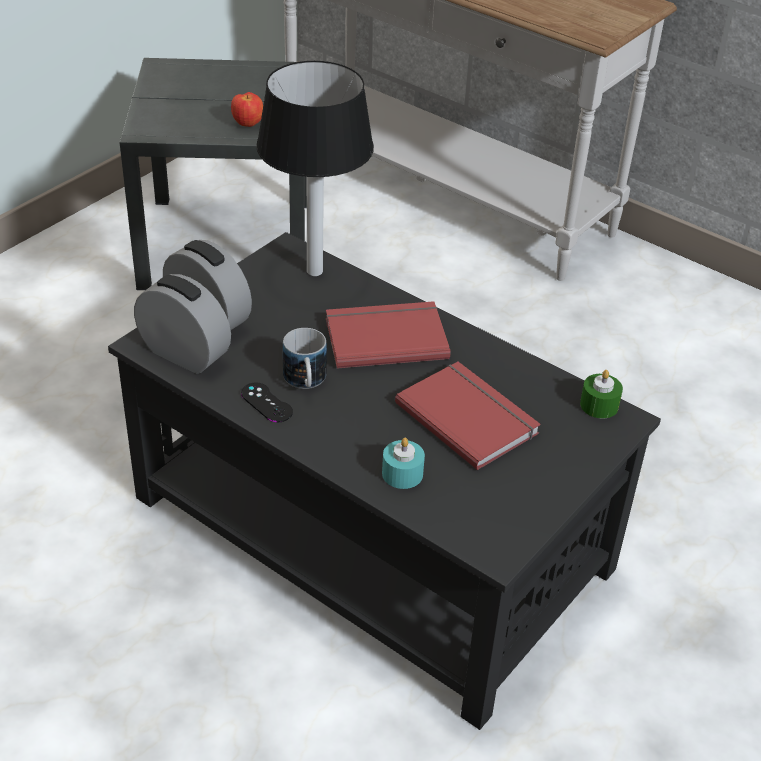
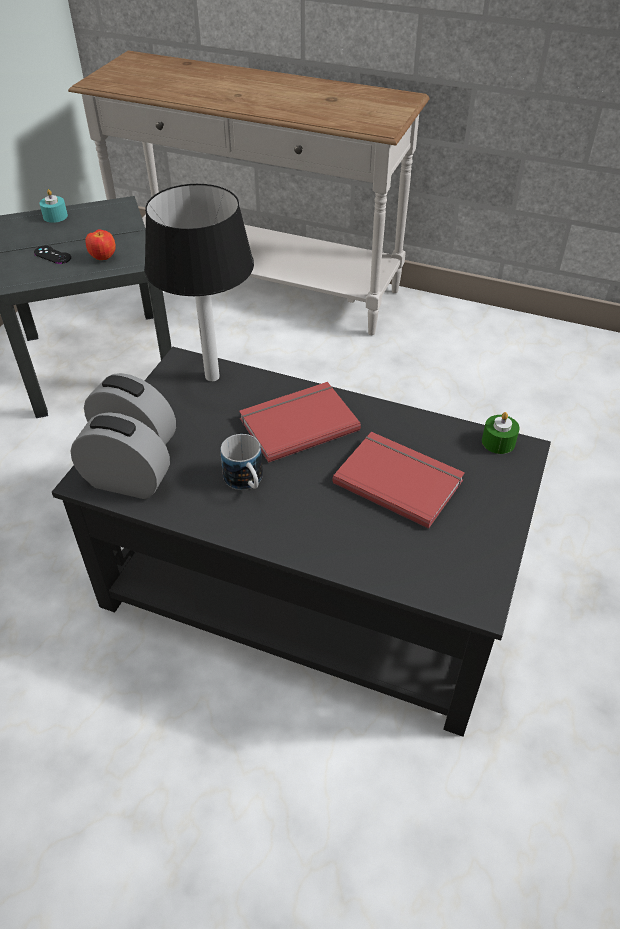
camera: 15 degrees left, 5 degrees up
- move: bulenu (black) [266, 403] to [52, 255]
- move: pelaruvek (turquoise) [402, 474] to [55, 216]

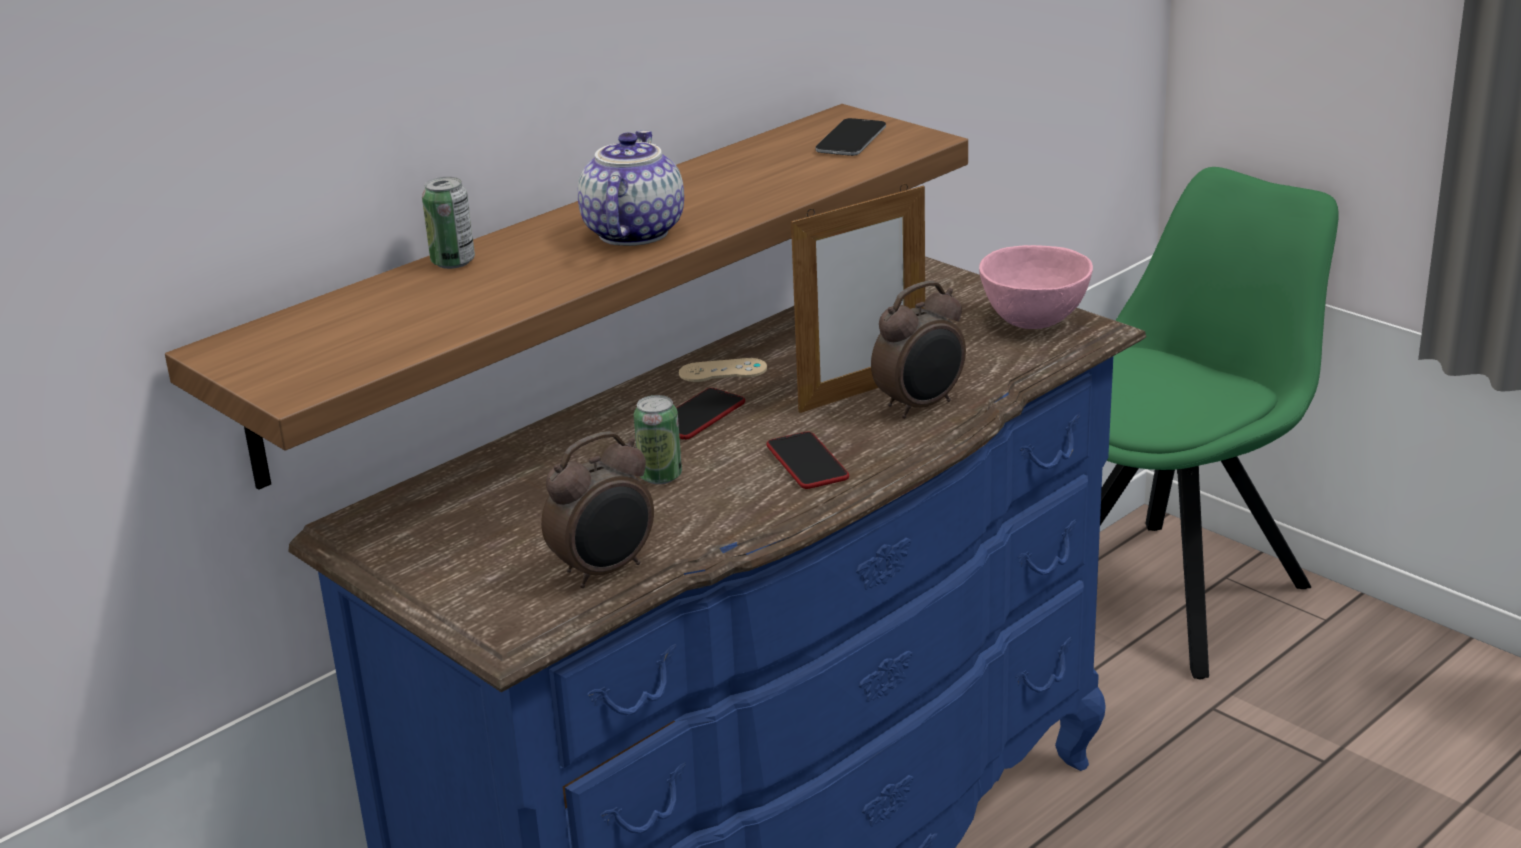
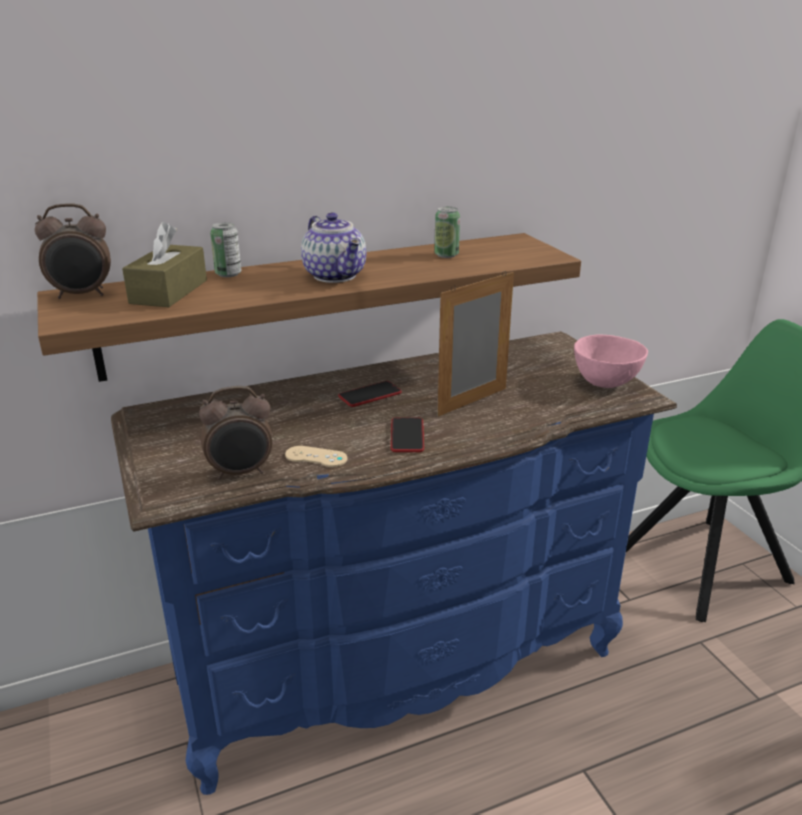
camera: 20 degrees right, 0 degrees up
- delete: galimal [851, 140]
- insert: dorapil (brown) [169, 292]
- move: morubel [660, 476] to [446, 255]
- move: bulenu (beige) [723, 371] to [316, 457]
- move: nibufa [921, 406] to [82, 295]
- rotate: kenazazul [631, 232] = [336, 276] 120 degrees clockwise
- rotate: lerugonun [862, 391] = [472, 402] 150 degrees clockwise

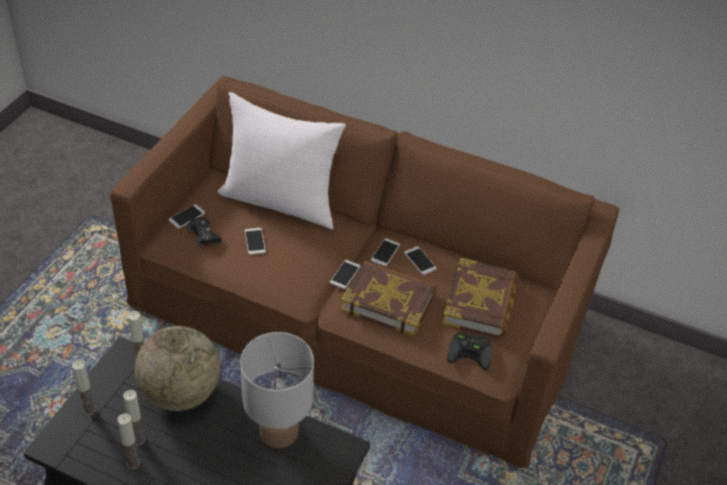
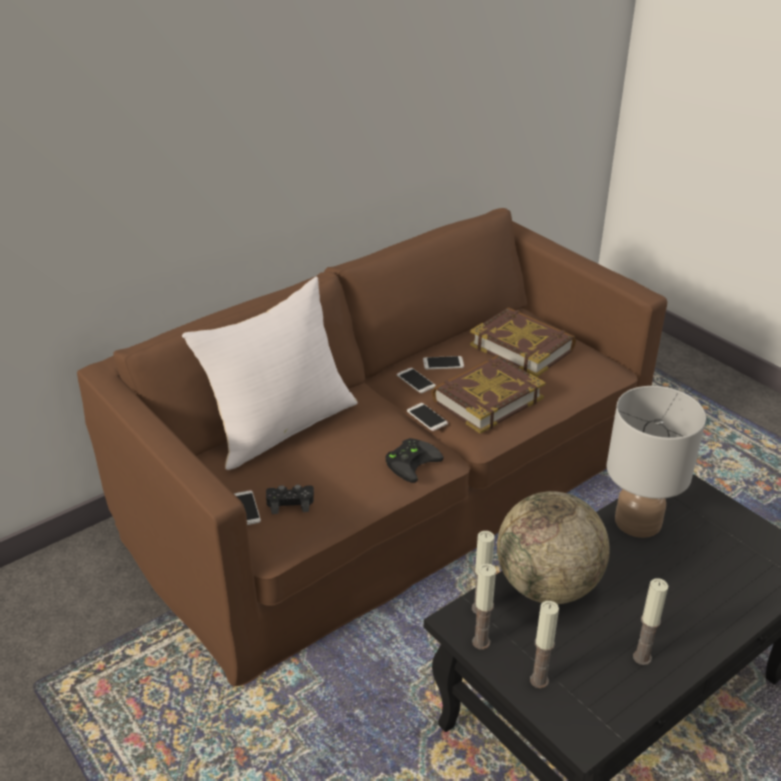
camera: 60 degrees left, 10 degrees down
- delete: galimal [255, 241]
- move: pelaruvek [138, 440] to [481, 642]
- move: bulenu (black) [471, 352] to [411, 461]

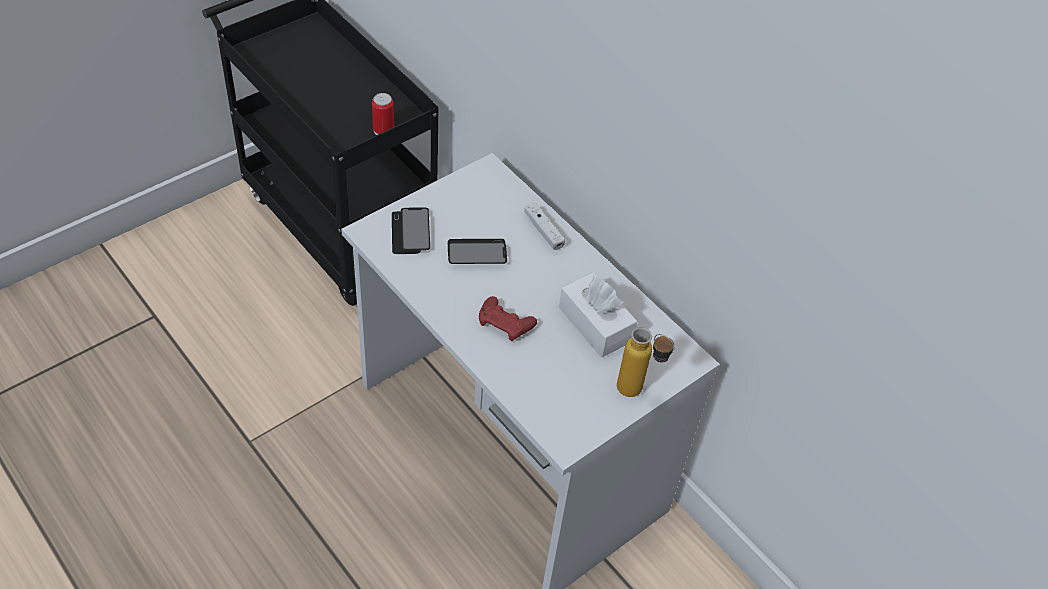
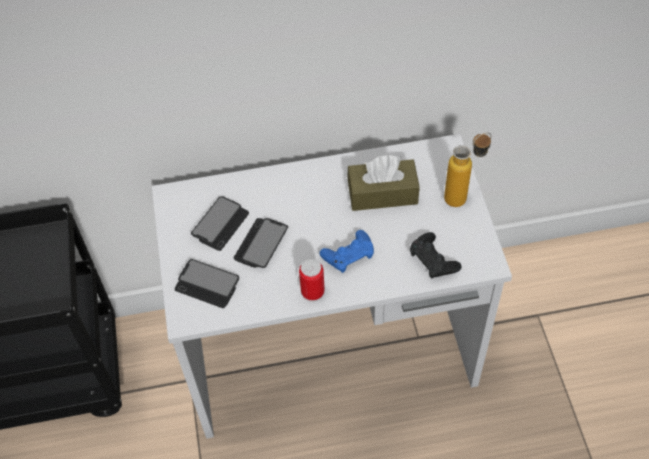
camera: 55 degrees left, 5 degrees up
- delete: bulenu (white) [543, 231]
- insert: galimal [220, 224]
- insert: bulenu (black) [433, 260]
- move: morubel [383, 130] to [312, 292]
- recolor: bulenu (red) [505, 323] to bulenu (blue) [348, 255]
- recolor: dorapil (white) [595, 324] to dorapil (brown) [382, 193]

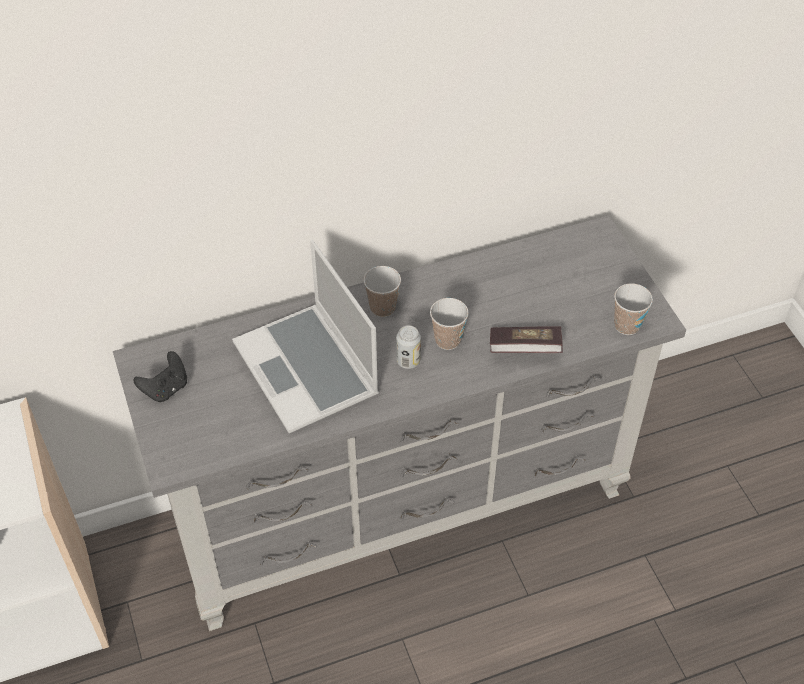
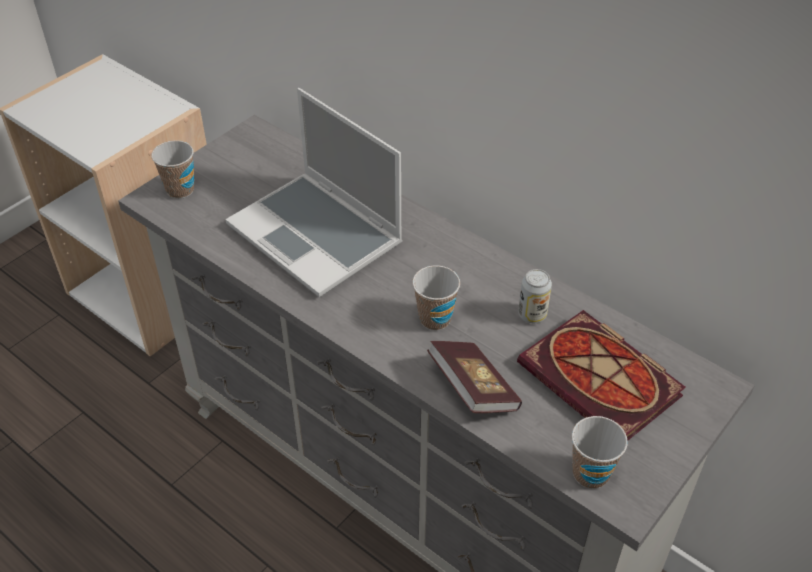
camera: 60 degrees right, 5 degrees down
- delete: bulenu (black) [166, 389]
- insert: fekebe [603, 381]
- move: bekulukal [382, 308] to [180, 190]
- move: morubel [408, 361] to [532, 315]
- rotate: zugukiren [308, 370] = [318, 235] 75 degrees counterclockwise

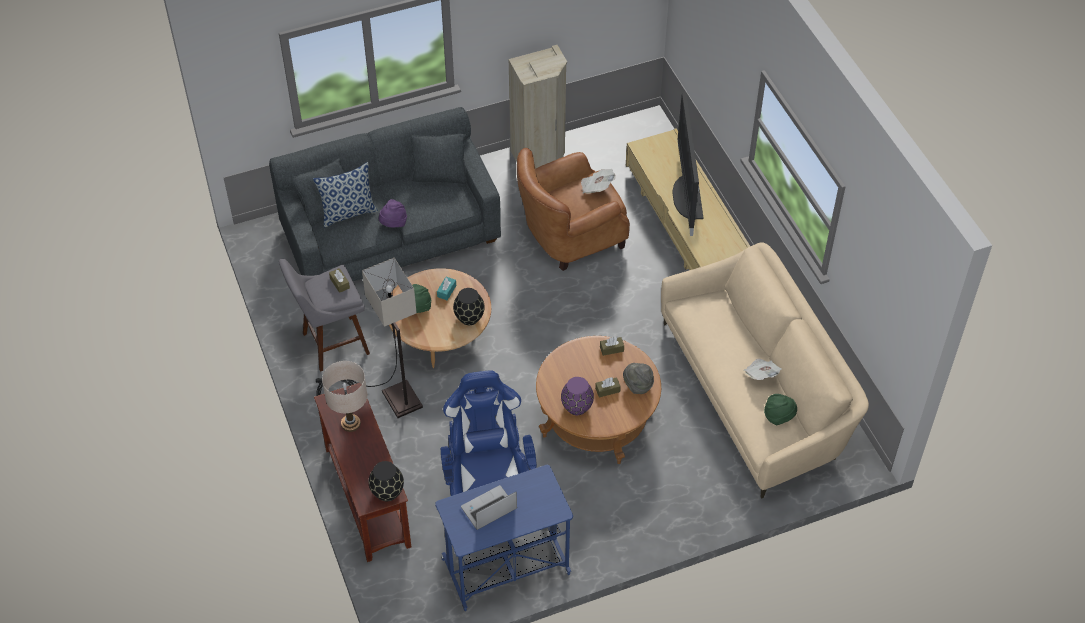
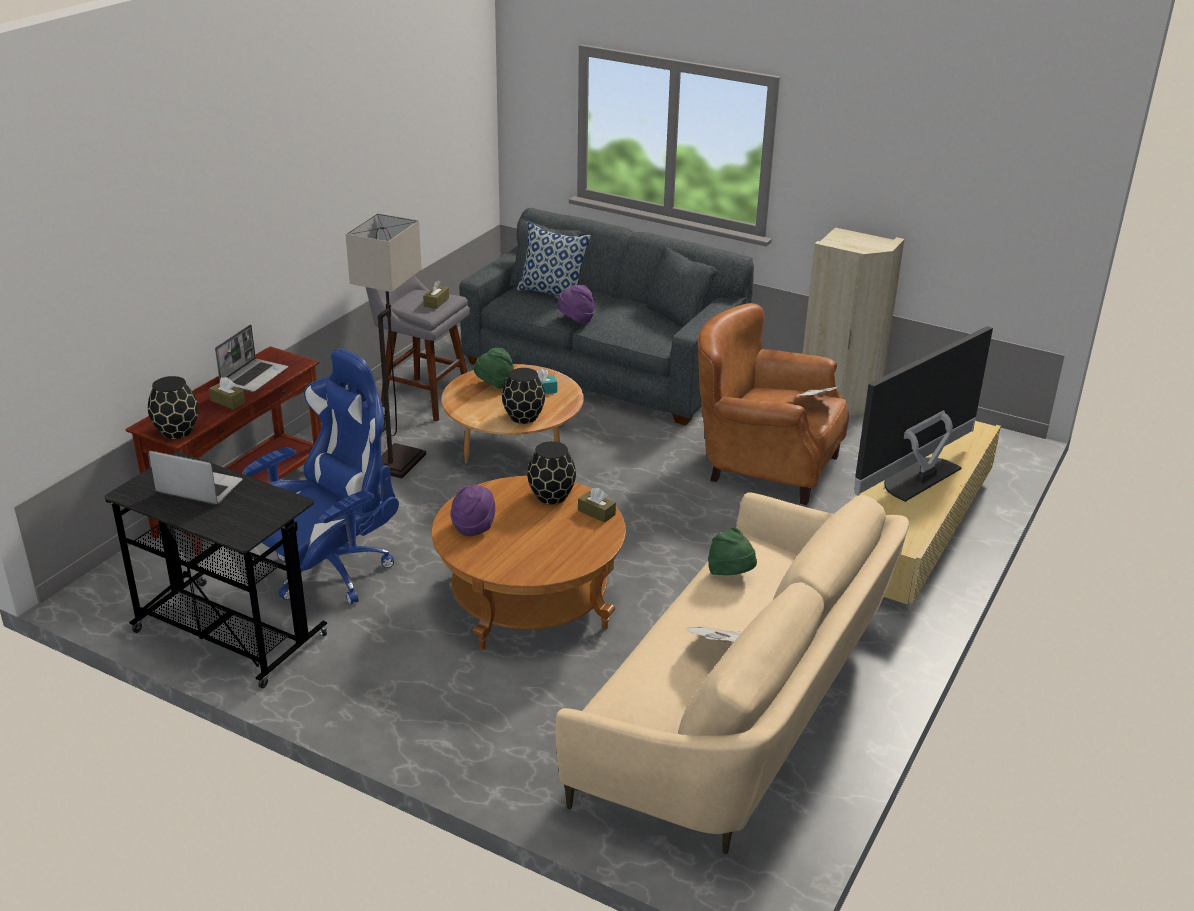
camera: 50 degrees right, 20 degrees down
- delete: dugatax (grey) [638, 385]
- insert: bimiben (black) [550, 496]
- move: dorapil (brown) [607, 390] to [228, 401]
- move: dugatax (green) [778, 416] to [731, 574]
- replace: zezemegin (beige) [350, 423] to zugukiren [254, 376]
- replace: bimiben (purple) [576, 407] to dugatax (purple) [473, 526]
- recolor: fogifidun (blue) [506, 567] to fogifidun (black) [229, 634]

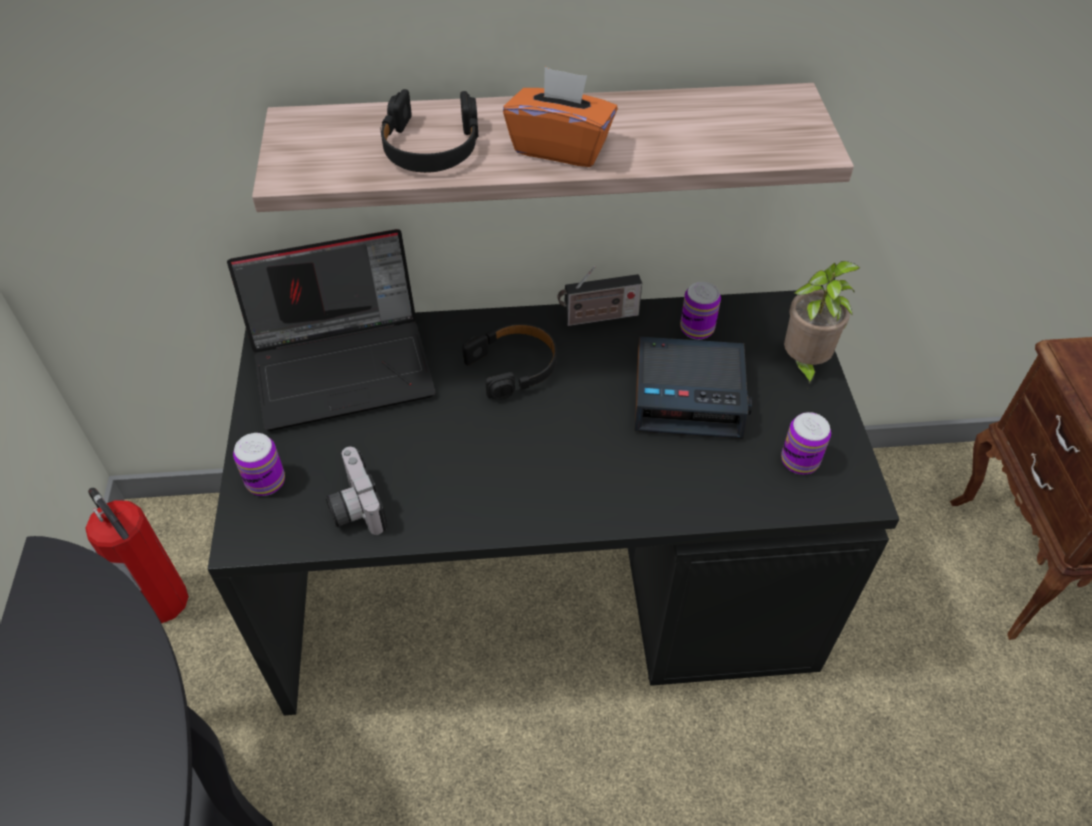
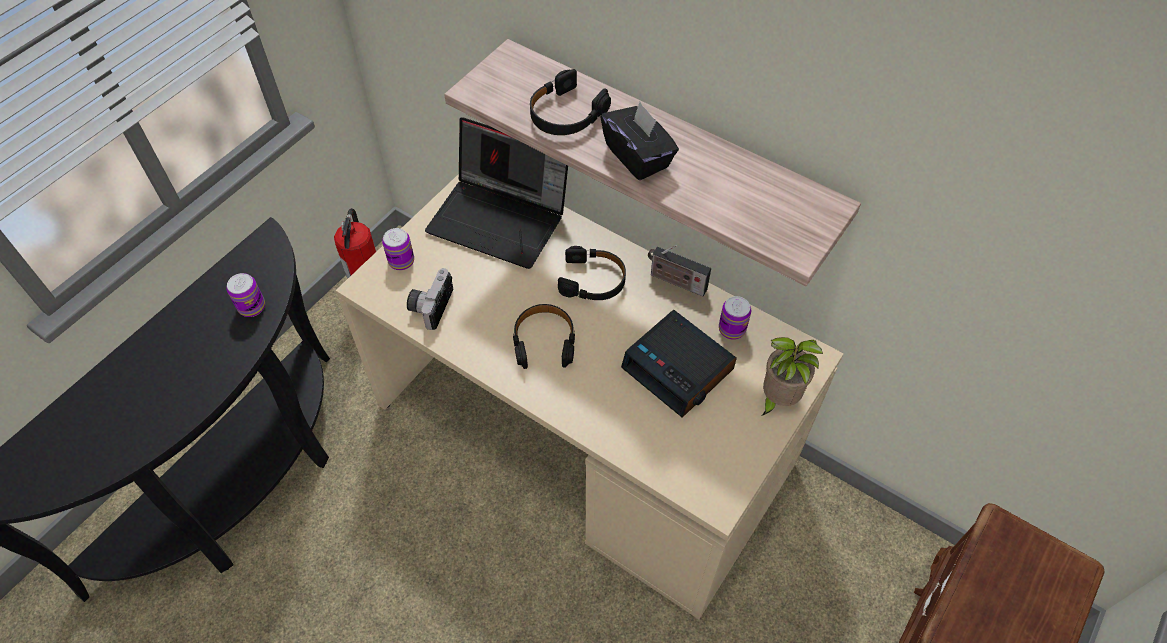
camera: 40 degrees right, 5 degrees up
- insert: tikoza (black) [544, 341]
- move: morubel [799, 461] to [252, 307]
- recolor: fogifidun (black) [544, 577] to fogifidun (beige) [584, 433]
- recolor: dorapil (orange) [560, 147] to dorapil (black) [638, 156]

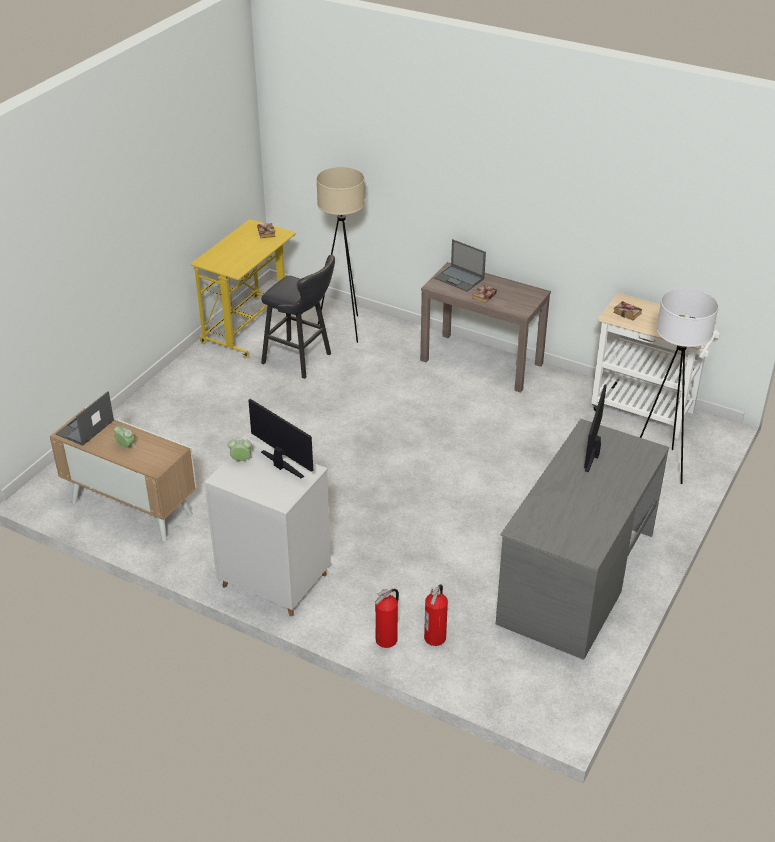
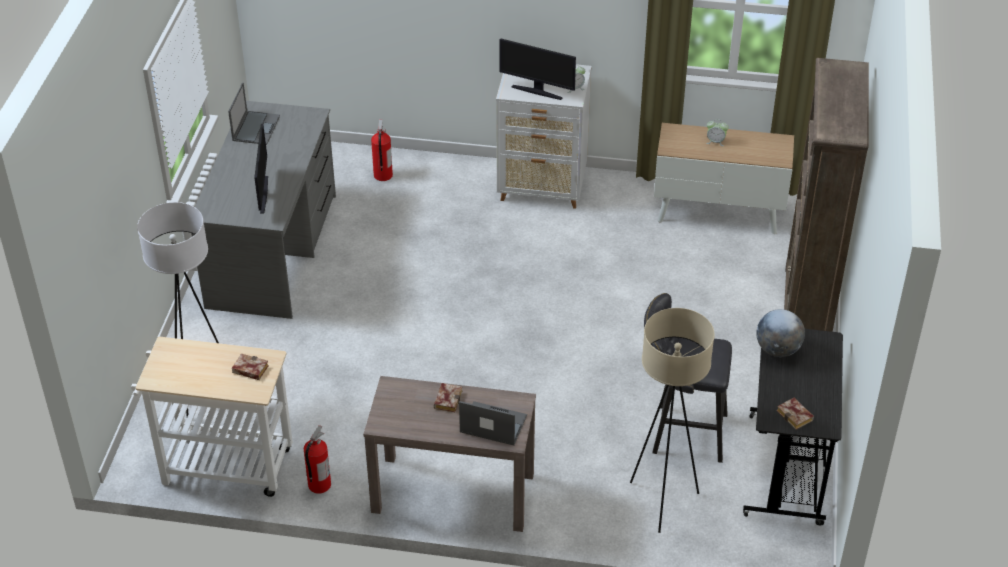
camera: 160 degrees right, 5 degrees up
- insert: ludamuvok [777, 350]
- insert: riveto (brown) [806, 309]
- move: zugukiren [85, 428] to [256, 127]
- move: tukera [387, 640] to [319, 485]
- recolor: fogifidun (yellow) [250, 327] to fogifidun (black) [785, 469]

